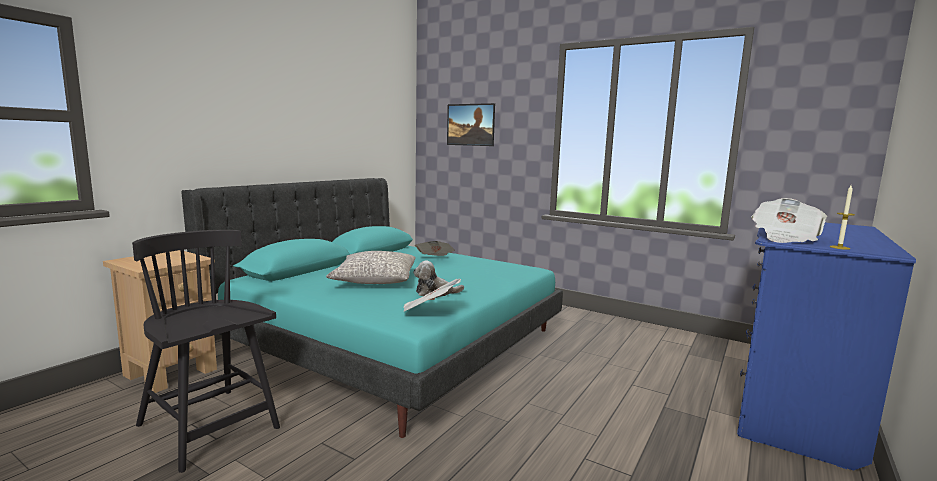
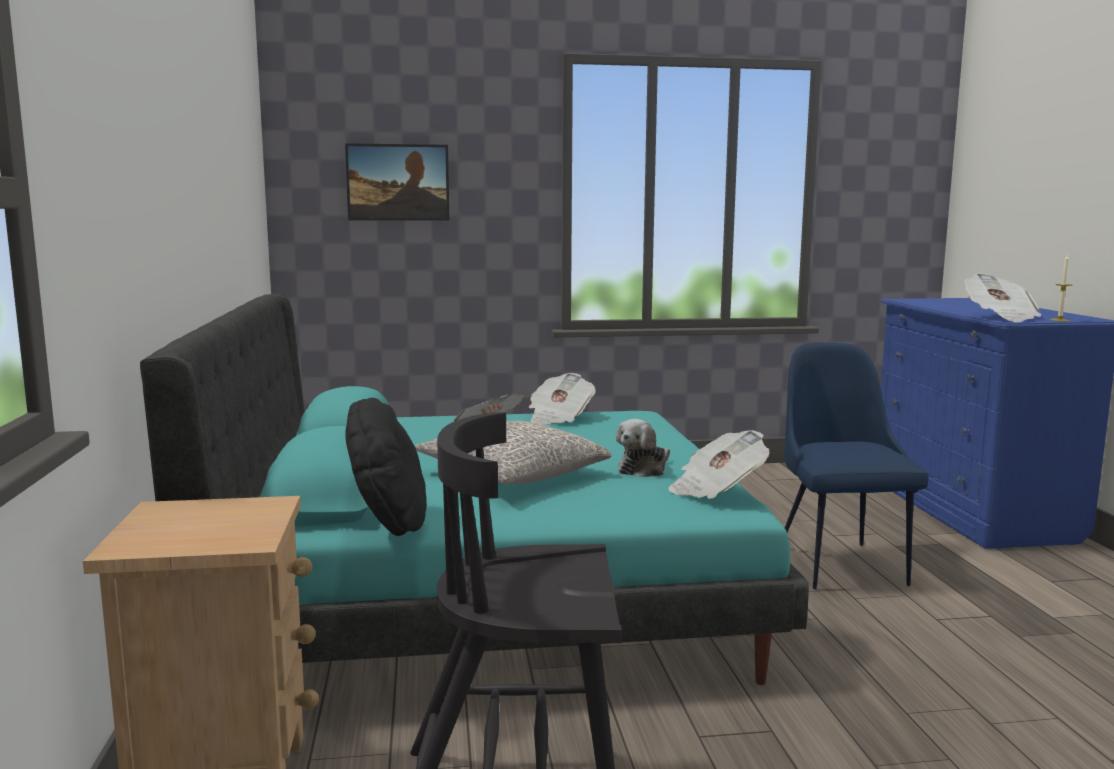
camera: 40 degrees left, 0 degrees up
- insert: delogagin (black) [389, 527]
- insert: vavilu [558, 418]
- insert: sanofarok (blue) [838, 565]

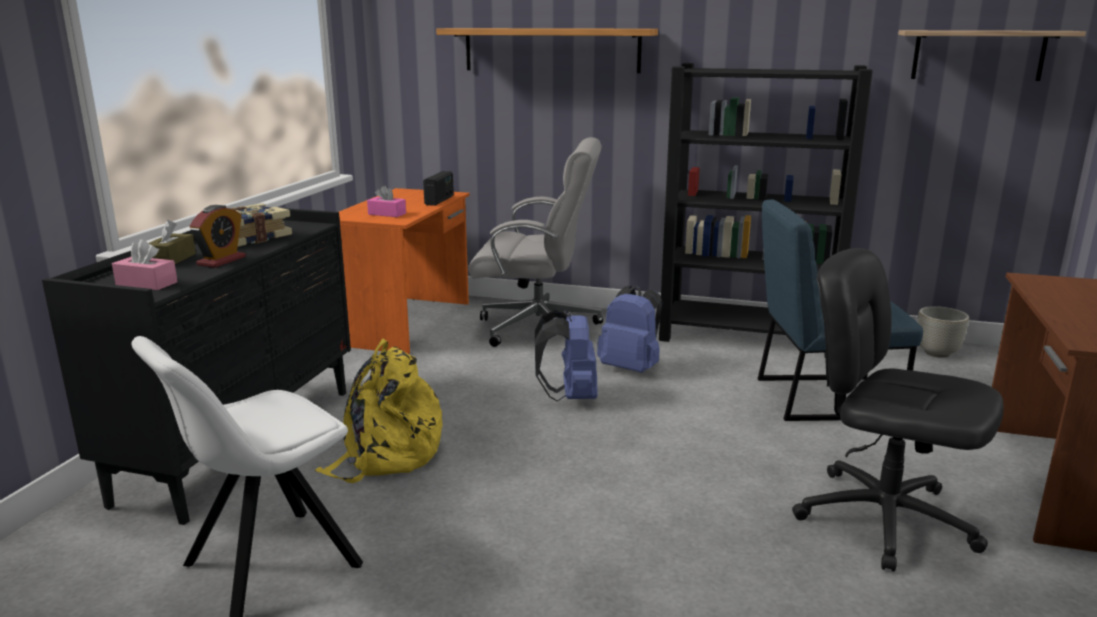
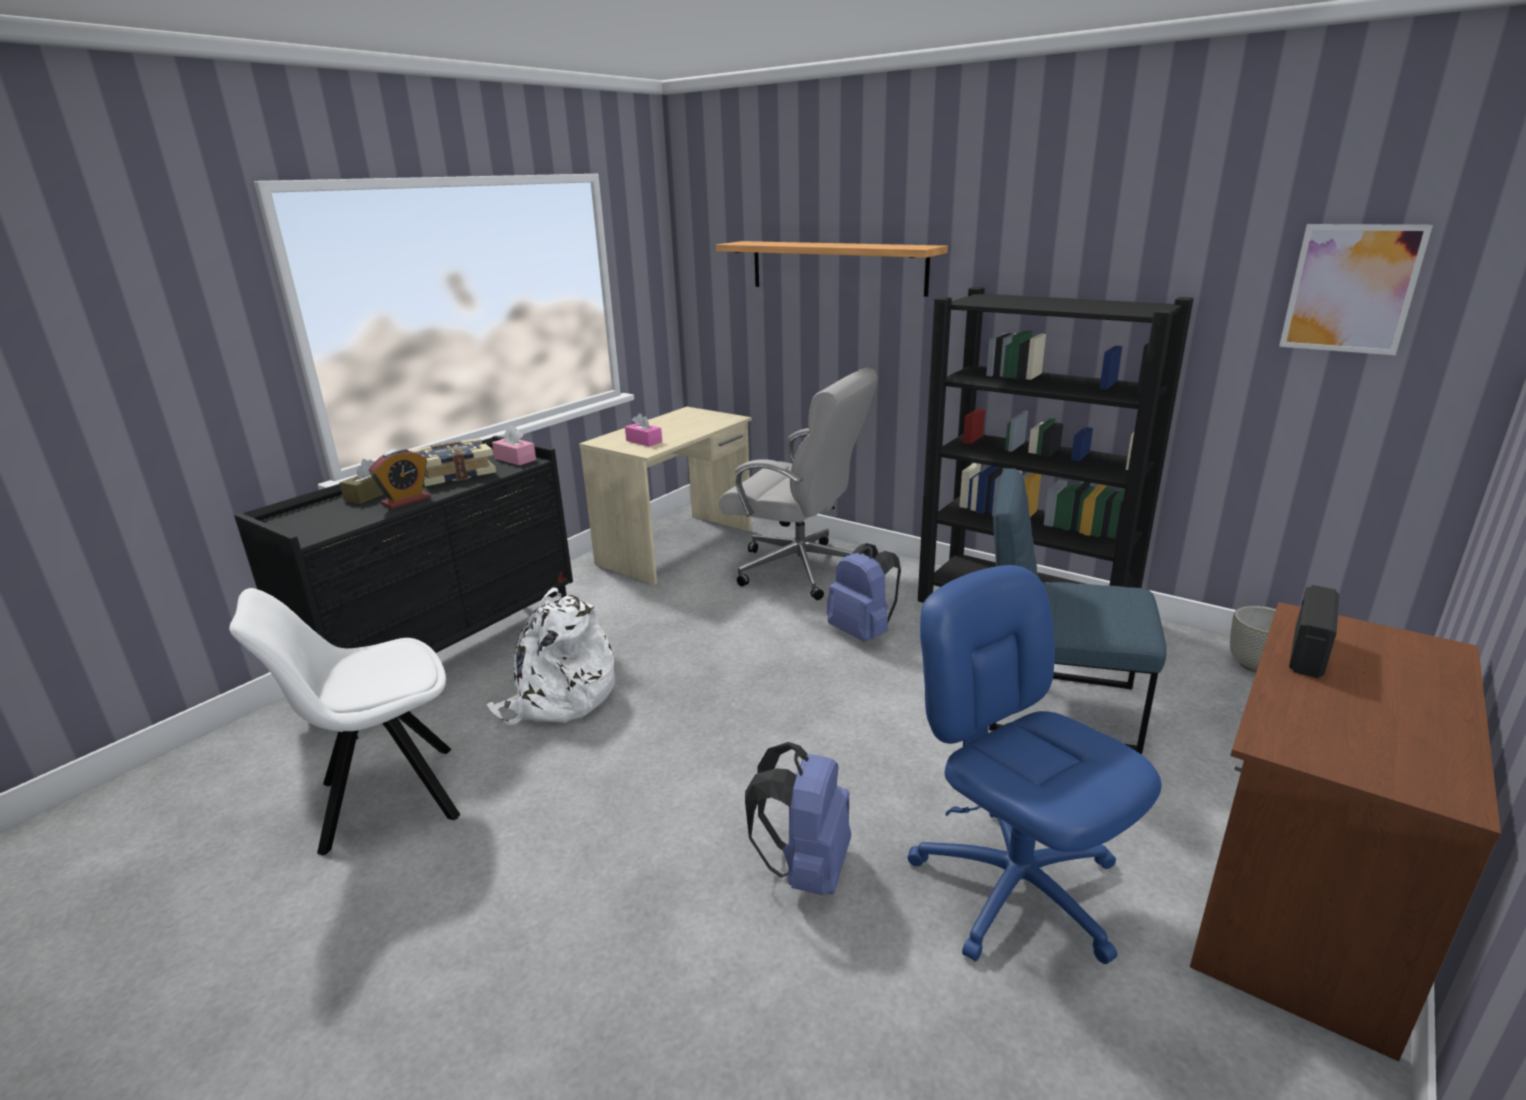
camera: 20 degrees right, 5 degrees up
- move: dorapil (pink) [146, 283] to [515, 459]
- move: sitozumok [439, 200] to [1309, 652]
- move: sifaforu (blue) [570, 396] to [805, 869]
- replace: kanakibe [978, 55] to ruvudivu [1351, 289]
- recolor: sifaforu (yellow) [386, 455] to sifaforu (white) [559, 698]
- recolor: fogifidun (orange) [407, 323] to fogifidun (beige) [678, 547]
- recolor: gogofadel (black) [884, 518] to gogofadel (blue) [1016, 885]

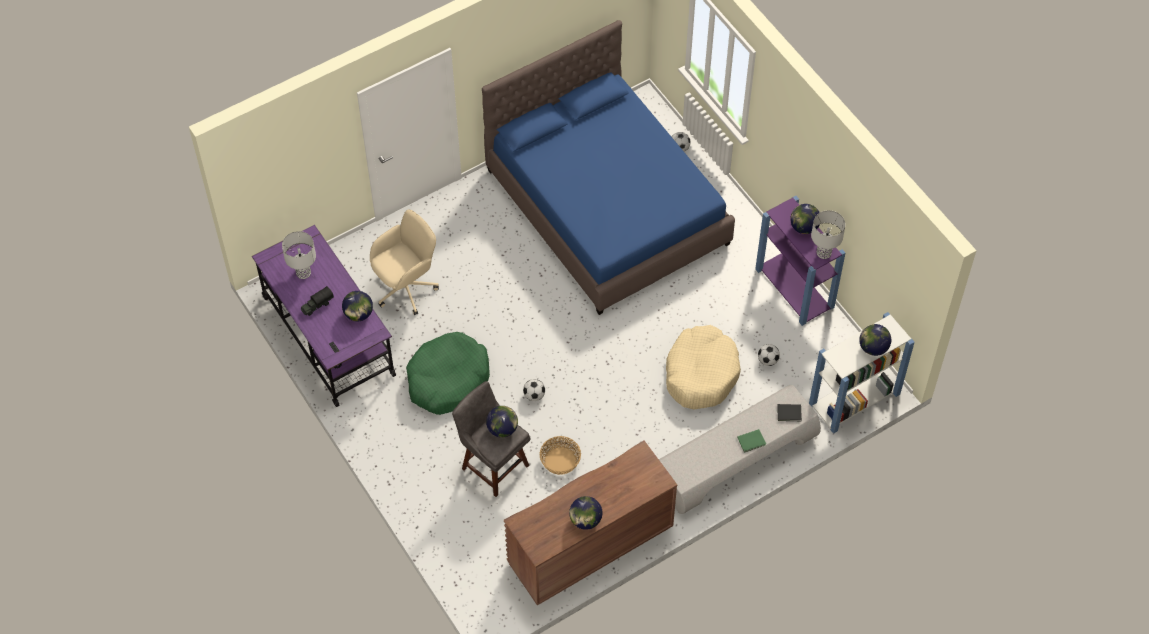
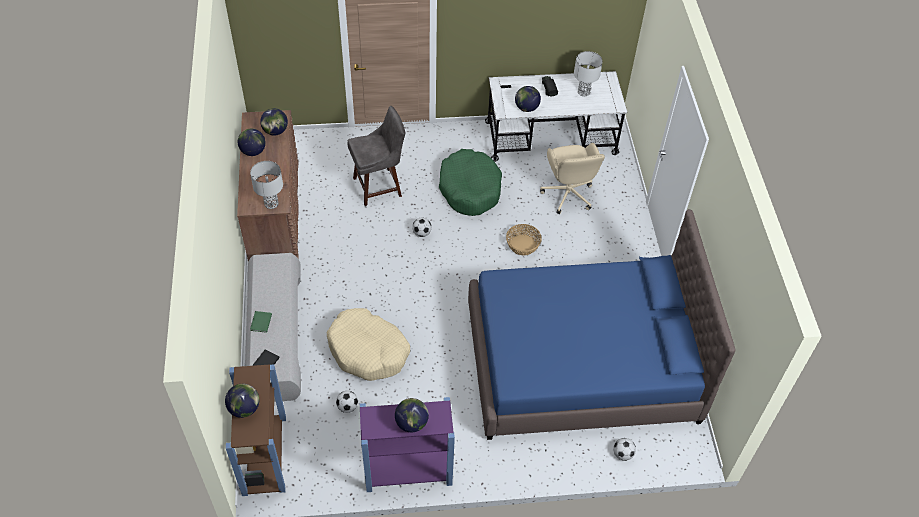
camera: 115 degrees right, 5 degrees down
- move: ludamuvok [502, 429] to [275, 131]
- move: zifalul [560, 461] to [522, 245]
- move: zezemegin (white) [823, 252] to [271, 203]
- recolor: fogifidun (purple) [328, 336] to fogifidun (white) [550, 138]
- recolor: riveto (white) [853, 399] to riveto (brown) [265, 454]

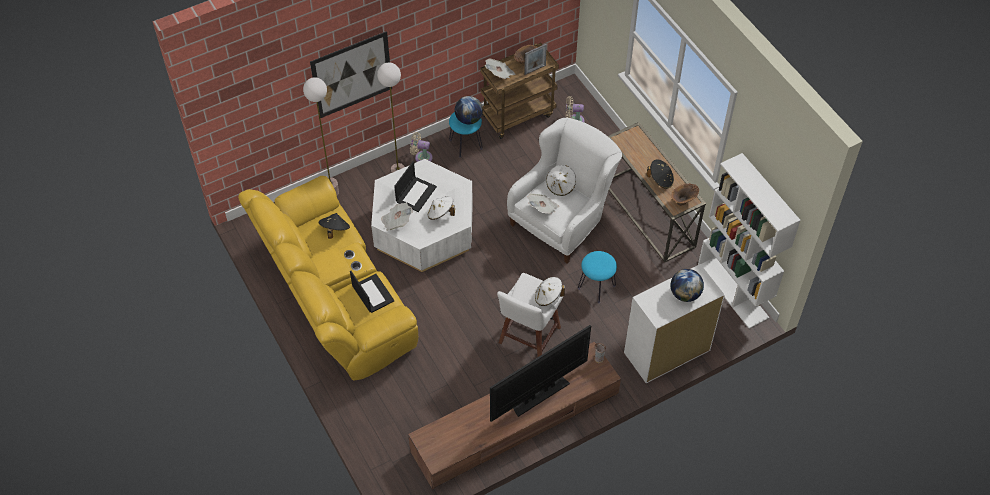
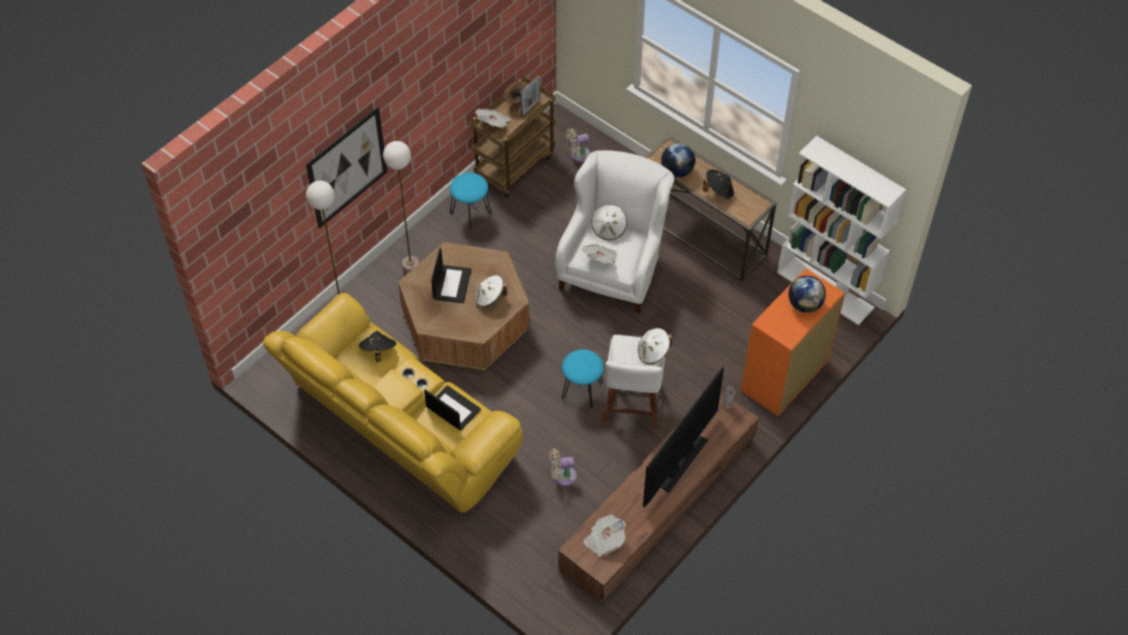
camera: 20 degrees left, 0 degrees up
- delete: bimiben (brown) [684, 201]
- move: vavilu [396, 221] to [604, 540]
- move: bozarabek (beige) [421, 157] to [562, 476]
- move: ludamuvok [468, 119] to [677, 171]
- move: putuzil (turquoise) [596, 287] to [582, 392]
- recolor: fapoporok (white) [424, 229] to fapoporok (brown) [465, 322]
- recolor: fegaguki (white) [666, 351] to fegaguki (orange) [784, 375]

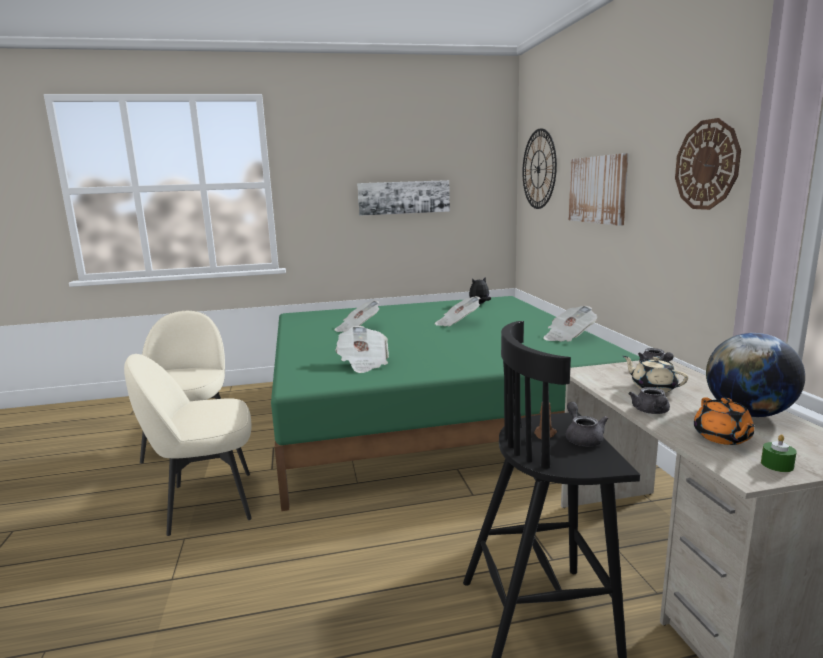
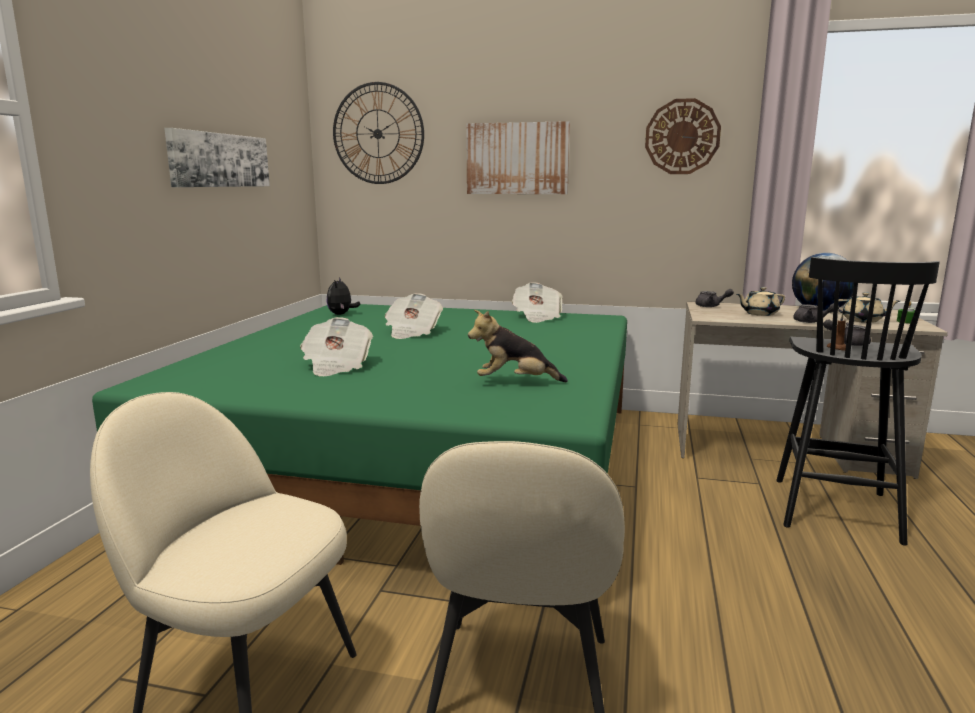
camera: 65 degrees left, 0 degrees up
- replace: vavilu [363, 363] to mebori [515, 382]
- recolor: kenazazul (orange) [722, 437] to kenazazul (beige) [863, 320]

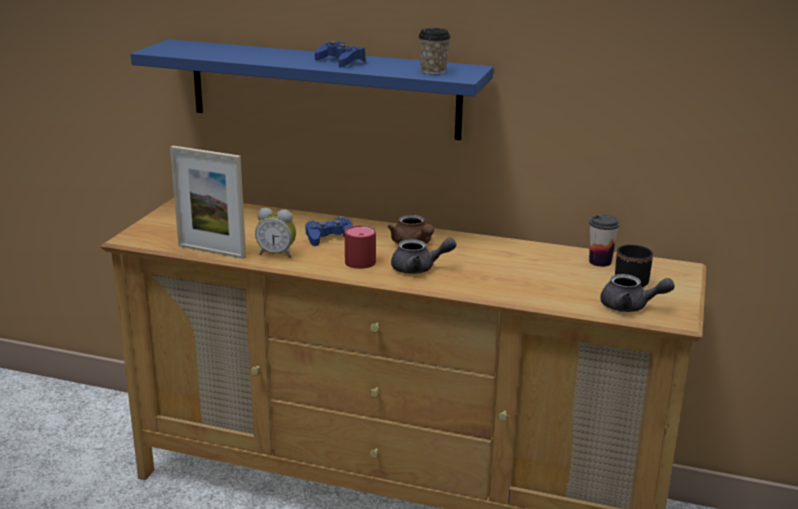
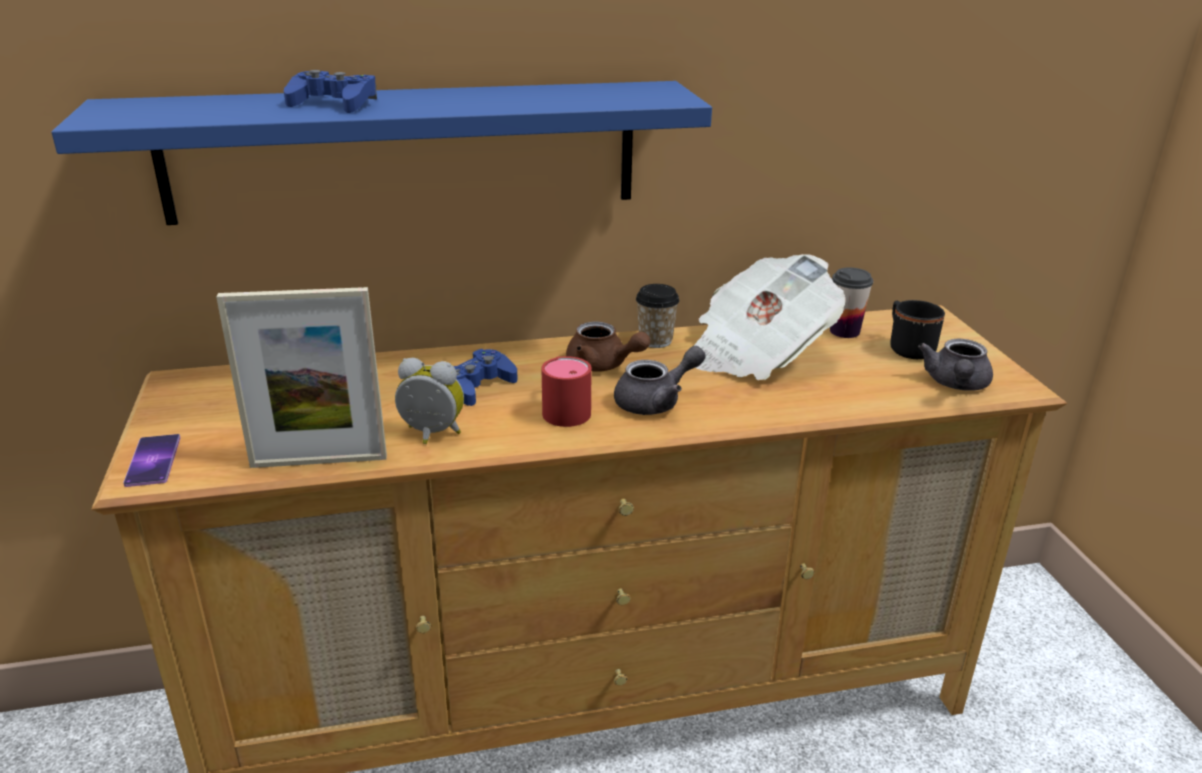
camera: 30 degrees left, 5 degrees up
- insert: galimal [153, 460]
- insert: vavilu [756, 353]
- move: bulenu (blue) [340, 61] to [334, 103]
- move: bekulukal [433, 71] to [655, 340]
- rotate: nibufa [277, 254] = [431, 435] 150 degrees counterclockwise
- rotate: kenazazul (grey) [630, 307] = [955, 384] 120 degrees clockwise

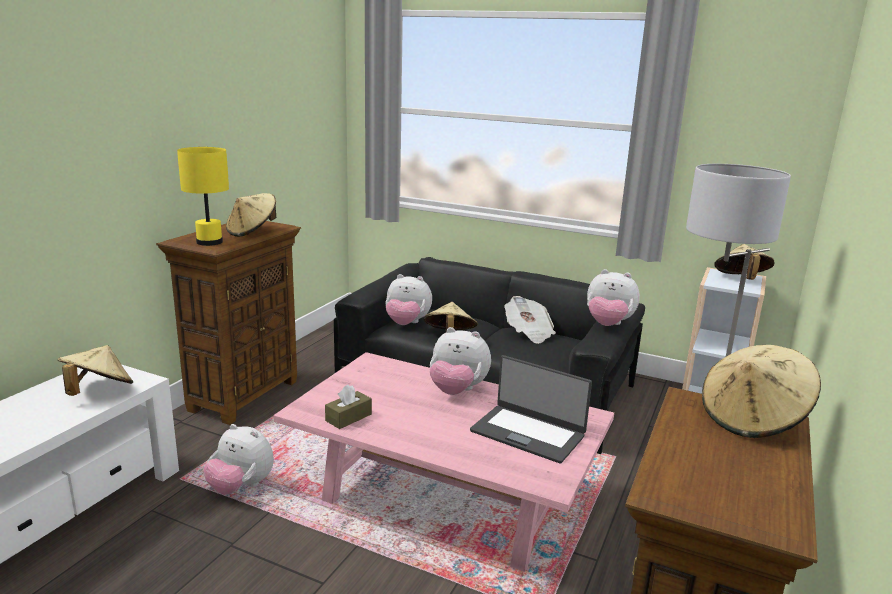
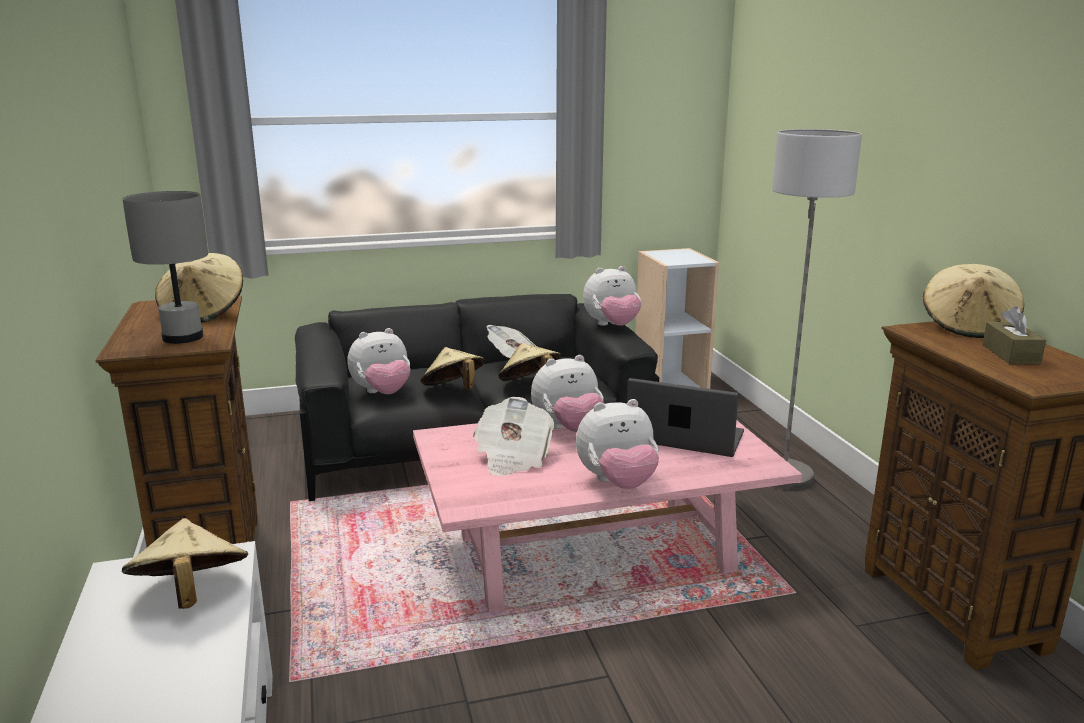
camera: 40 degrees left, 0 degrees up
- insert: vavilu [512, 457]
- move: mebori [241, 487] to [617, 483]
- move: dorapil (brown) [348, 417] to [1010, 354]
- move: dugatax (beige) [740, 280] to [530, 386]
- recolor: zezemegin (yellow) [209, 242] to zezemegin (grey) [182, 338]
- rotate: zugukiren [528, 433] = [684, 438] 150 degrees counterclockwise

